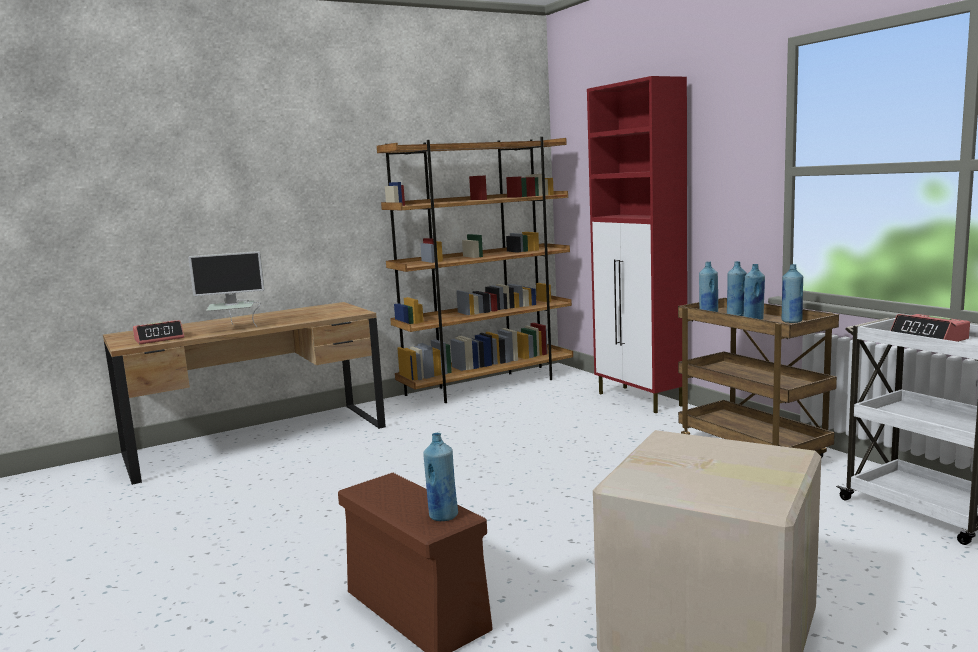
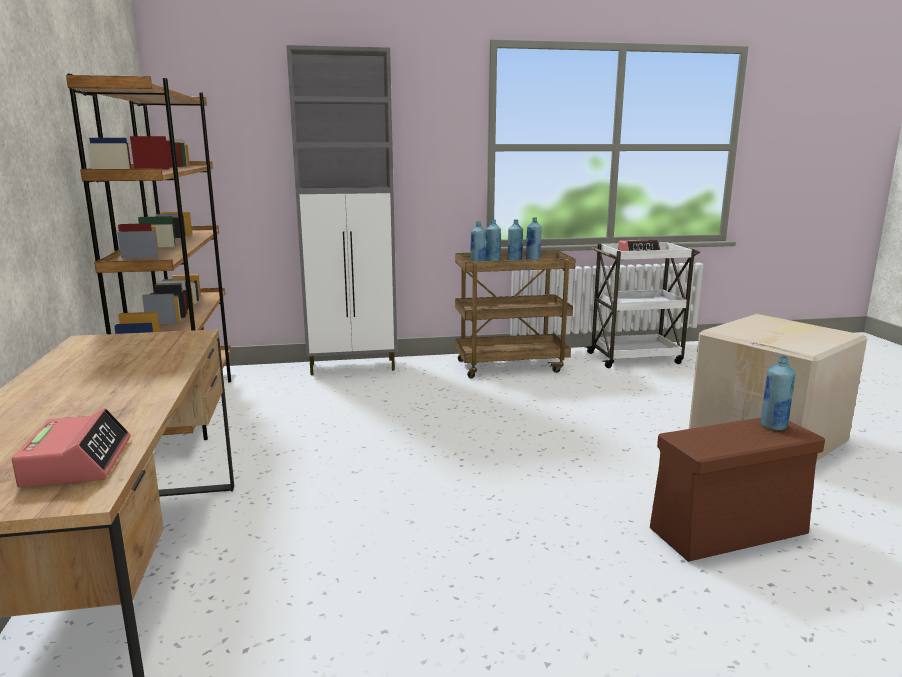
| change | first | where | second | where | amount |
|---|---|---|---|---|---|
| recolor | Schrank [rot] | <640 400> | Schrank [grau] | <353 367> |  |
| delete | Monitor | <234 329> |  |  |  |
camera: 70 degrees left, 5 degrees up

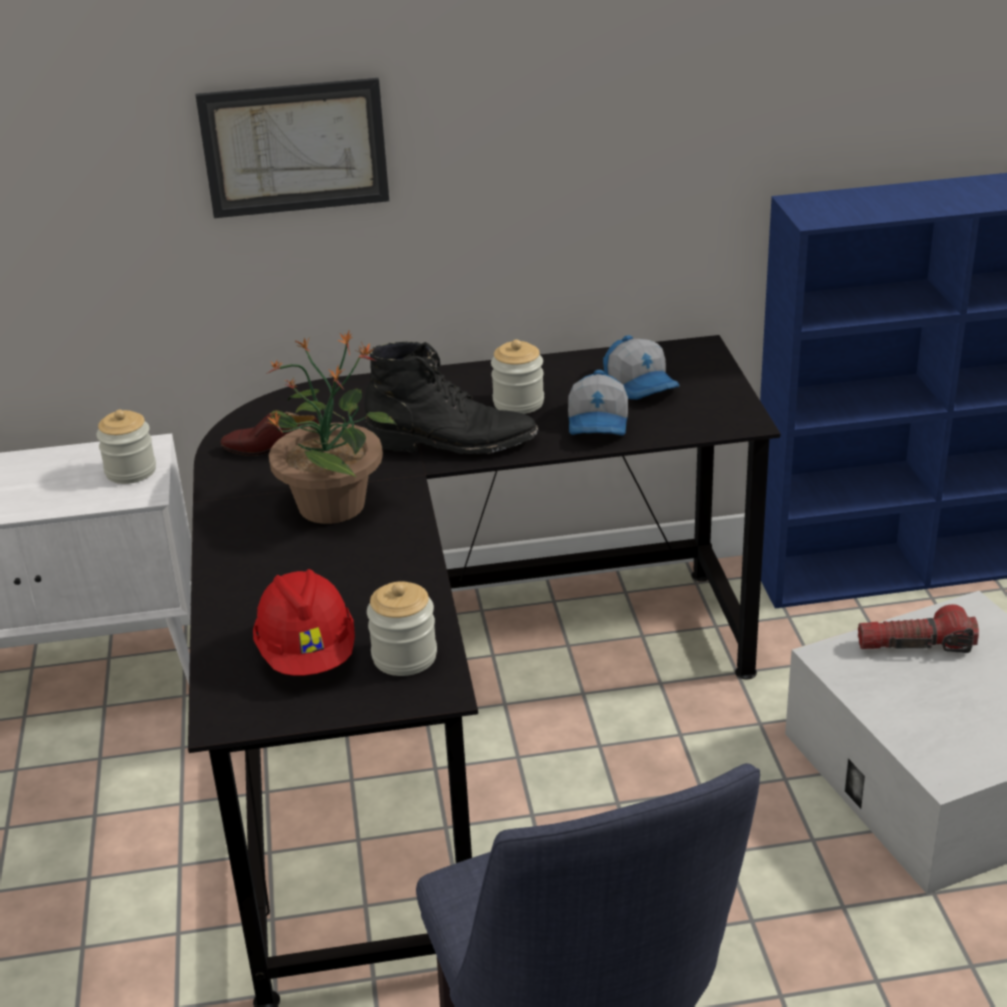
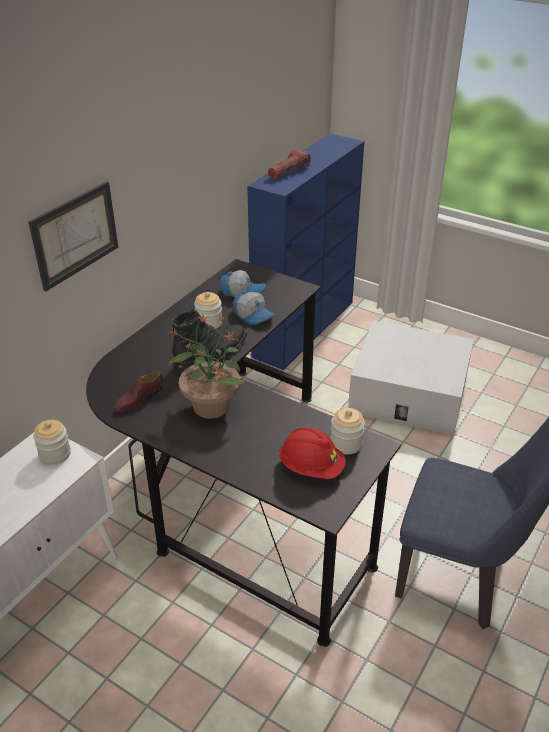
| change | first | where | second | where | amount |
|---|---|---|---|---|---|
| move | Taschenlampe | <915 645> |  | <288 171> |  |
camera: 50 degrees left, 5 degrees up

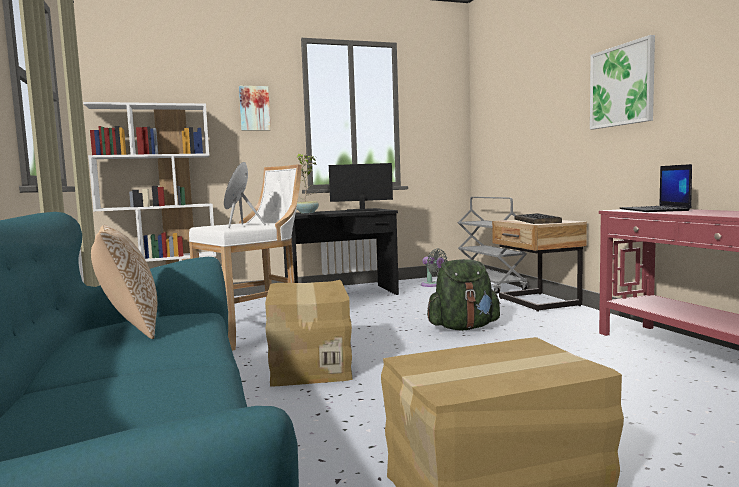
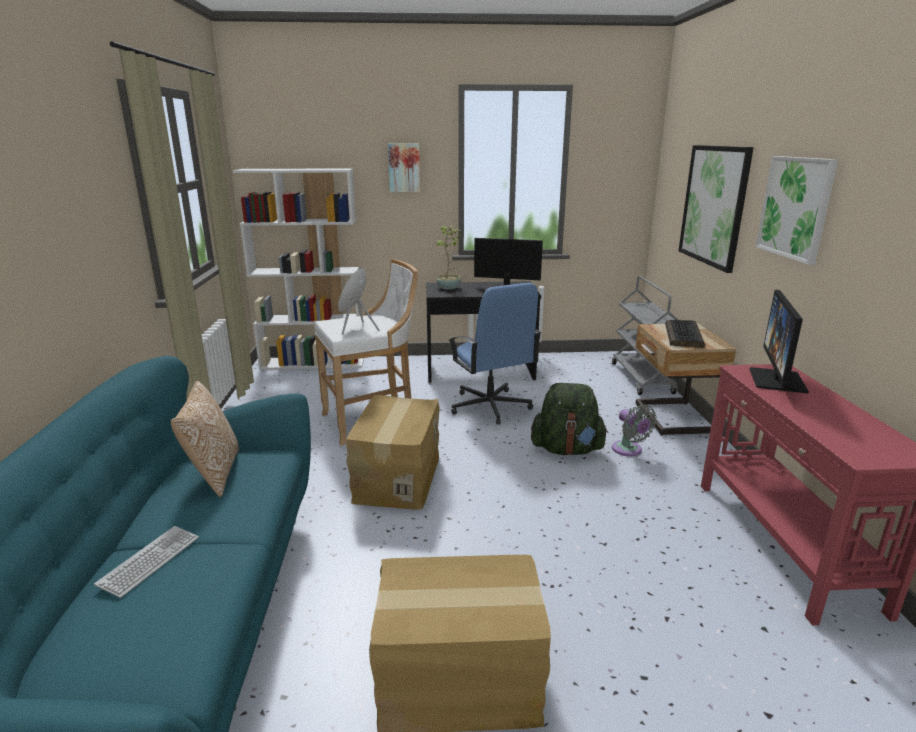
| change | first | where | second | where | amount |
|---|---|---|---|---|---|
| replace | Laptop | <655 210> | Monitor | <777 380> |  |
| move | Ventilator [grau] | <432 285> |  | <629 450> |  |
| insert |  |  | Bild | <714 205> |  |
| insert |  |  | Bürostuhl [blau] | <490 407> |  |
| insert |  |  | Tastatur | <150 561> |  |
camera: 15 degrees right, 15 degrees up

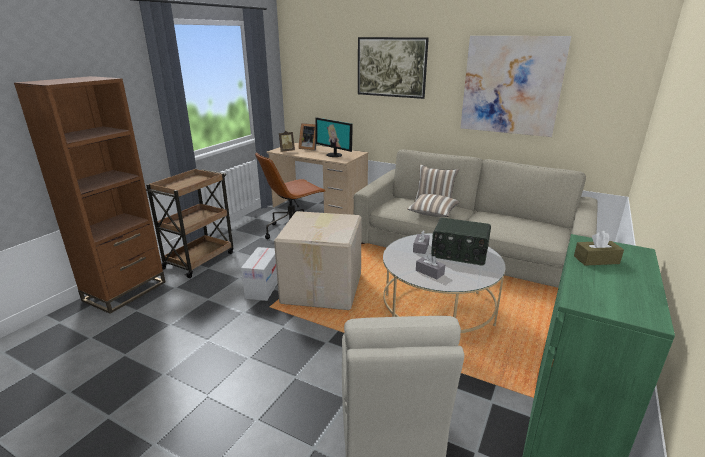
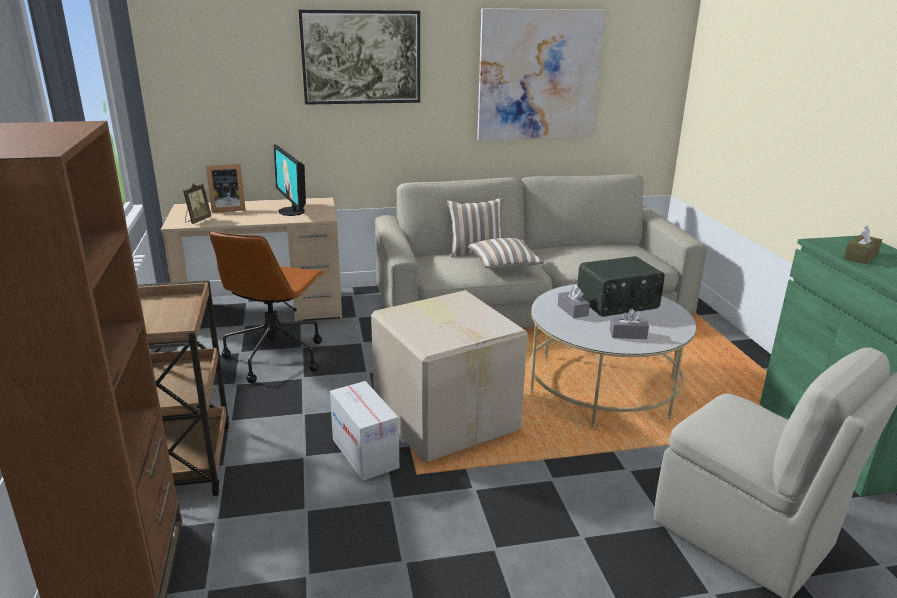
| change | first | where | second | where | amount |
|---|---|---|---|---|---|
| rotate | Monitor | <334 155> |  | <292 211> | 60 degrees clockwise |
camera: 40 degrees left, 0 degrees up

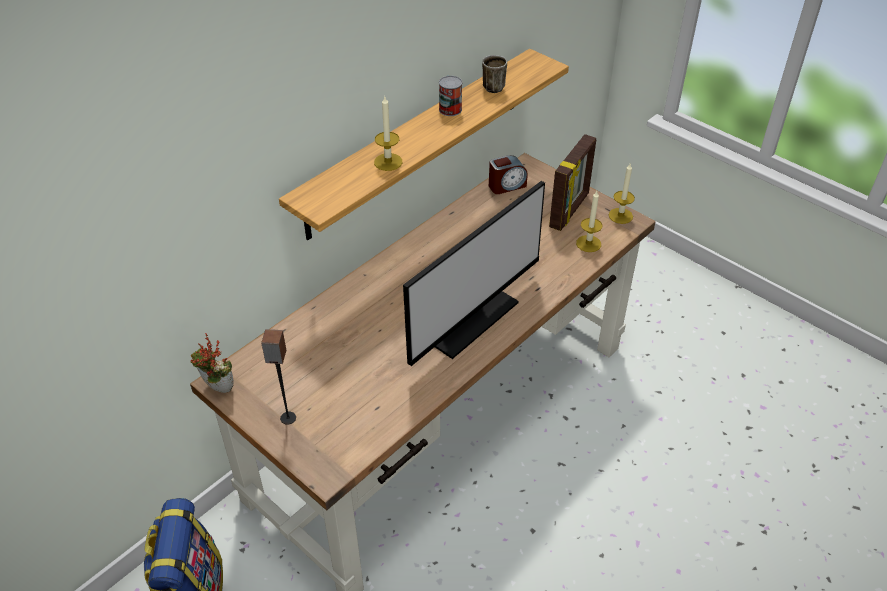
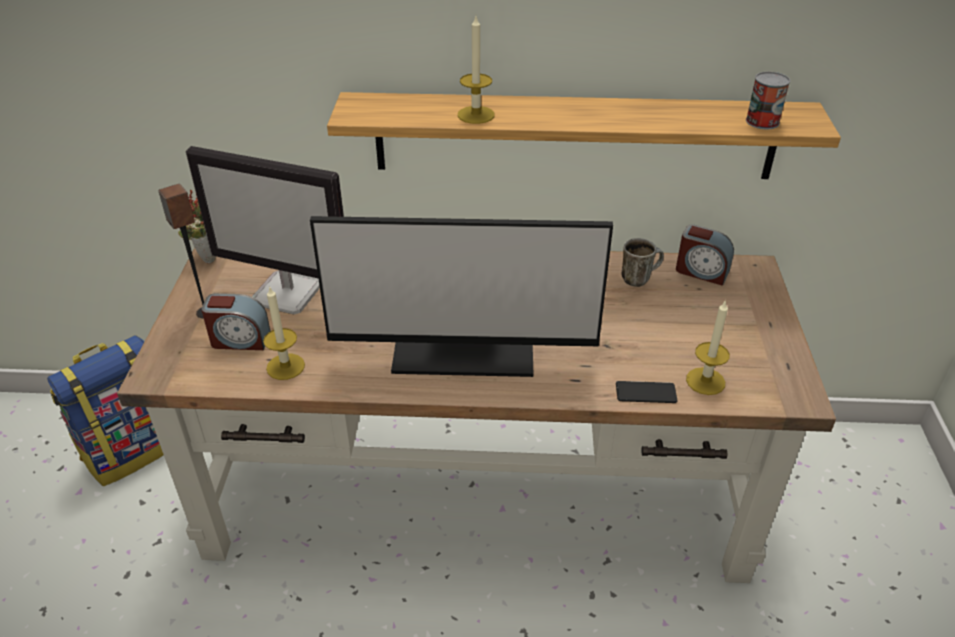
| change | first | where | second | where | amount |
|---|---|---|---|---|---|
| move | Henkelbecher | <494 86> |  | <639 278> |  |
| move | Dose | <450 109> |  | <762 121> |  |
| delete | Bilderrahmen | <570 211> |  |  |  |
| move | Kerze | <620 216> |  | <285 366> |  |
| insert |  |  | Monitor | <288 293> |  |
| insert |  |  | Wecker | <240 340> |  |
| insert |  |  | Handy | <646 393> |  |
camera: 50 degrees right, 5 degrees down

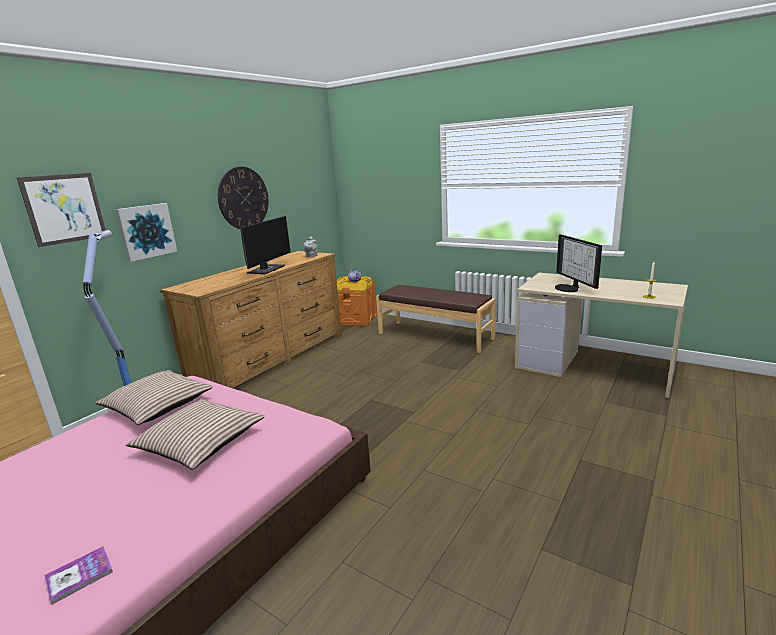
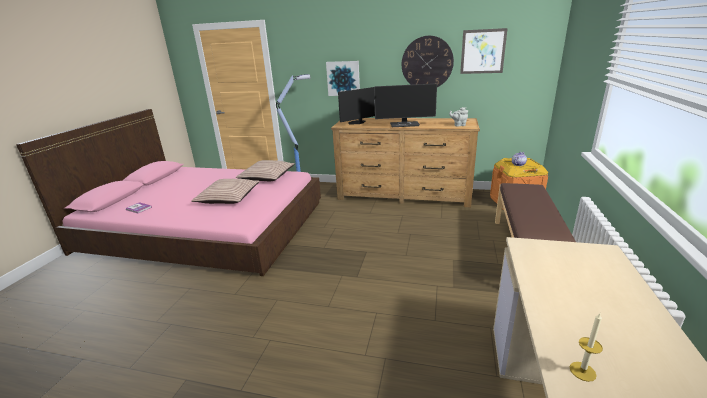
| change | first | where | second | where | amount |
|---|---|---|---|---|---|
| move | Bild | <64 208> |  | <483 51> |  |
| move | Monitor | <569 288> |  | <357 123> |  |
camera: 70 degrees right, 5 degrees up

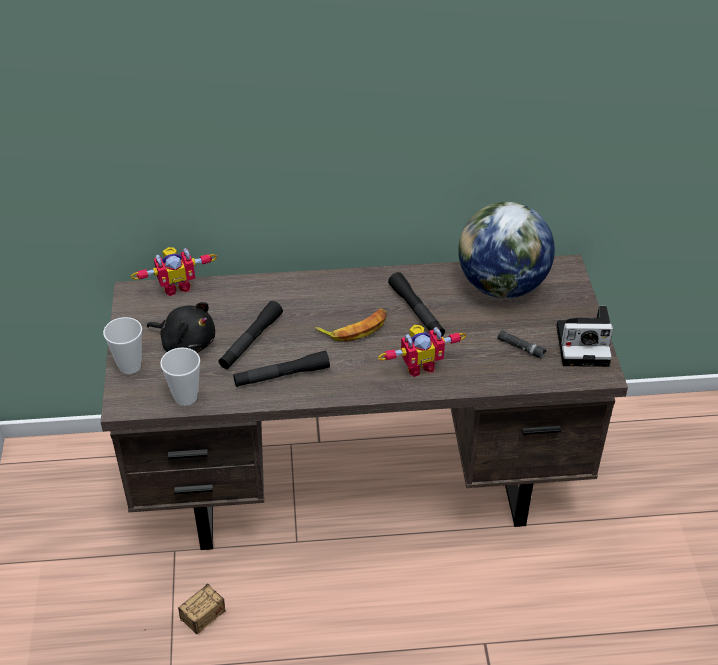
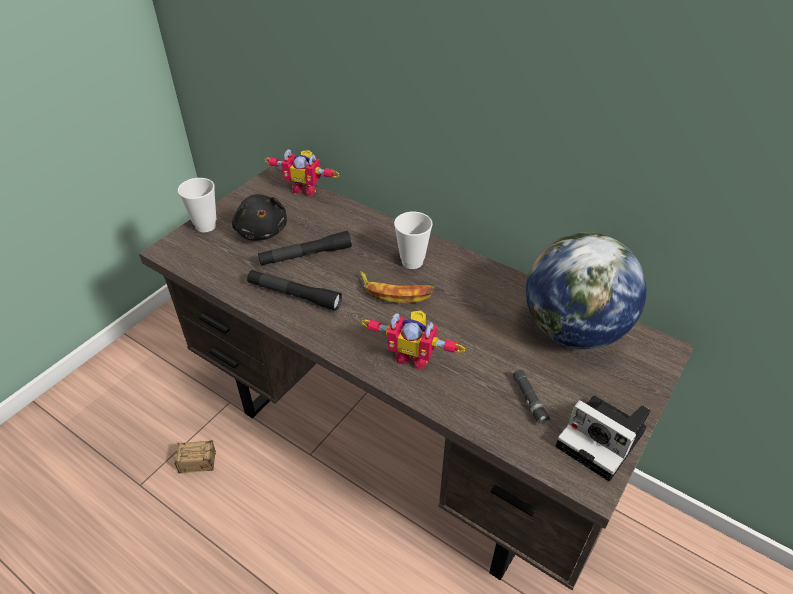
| change | first | where | second | where | amount |
|---|---|---|---|---|---|
| delete | Taschenlampe [schwarz] | <416 311> |  |  |  |
| move | Tasse | <185 397> |  | <412 262> |  |
camera: 40 degrees right, 0 degrees up

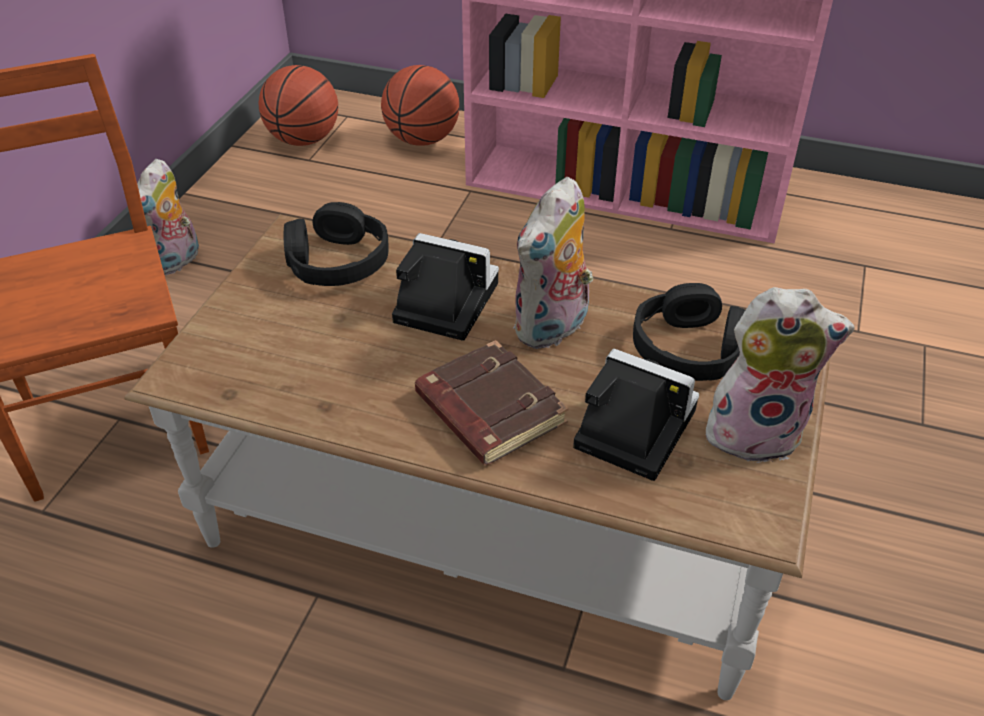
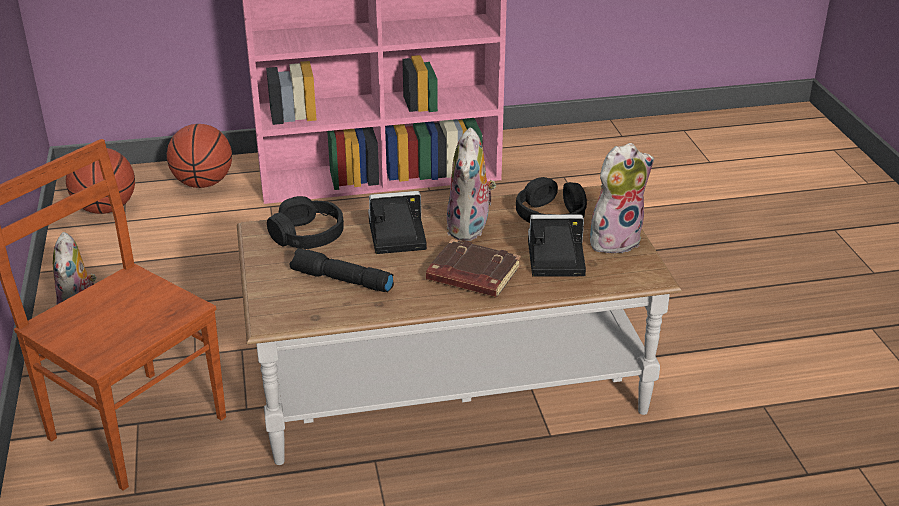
| change | first | where | second | where | amount |
|---|---|---|---|---|---|
| insert |  |  | Taschenlampe [schwarz] | <341 281> |  |
camera: 30 degrees left, 10 degrees down

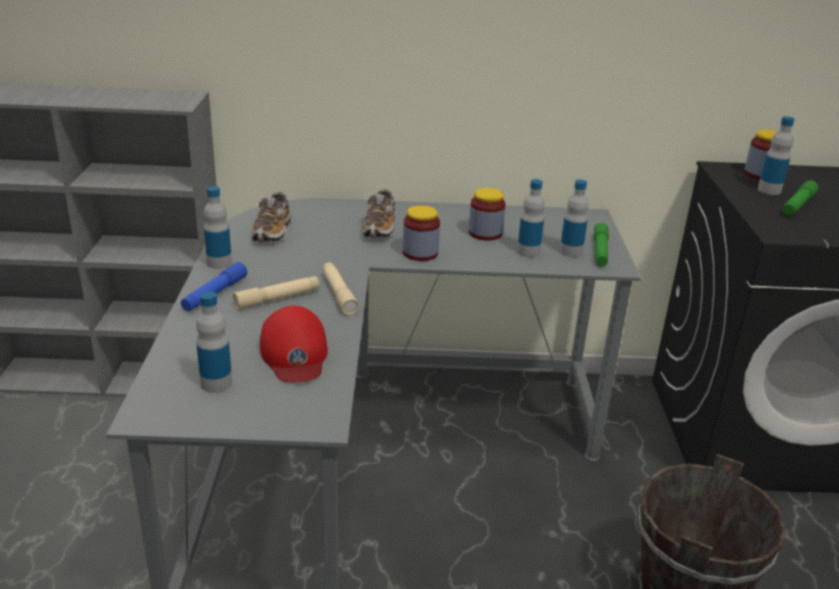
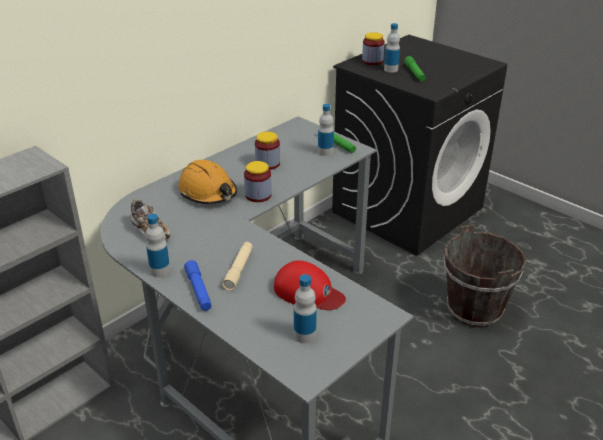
| change | first | where | second | where | amount |
|---|---|---|---|---|---|
| delete | Flasche | <528 252> |  |  |  |
| replace | Schuh | <380 228> | Schutzhelm [orange] | <208 192> |  |
| delete | Taschenlampe [beige] | <338 294> |  |  |  |
camera: 45 degrees left, 5 degrees up

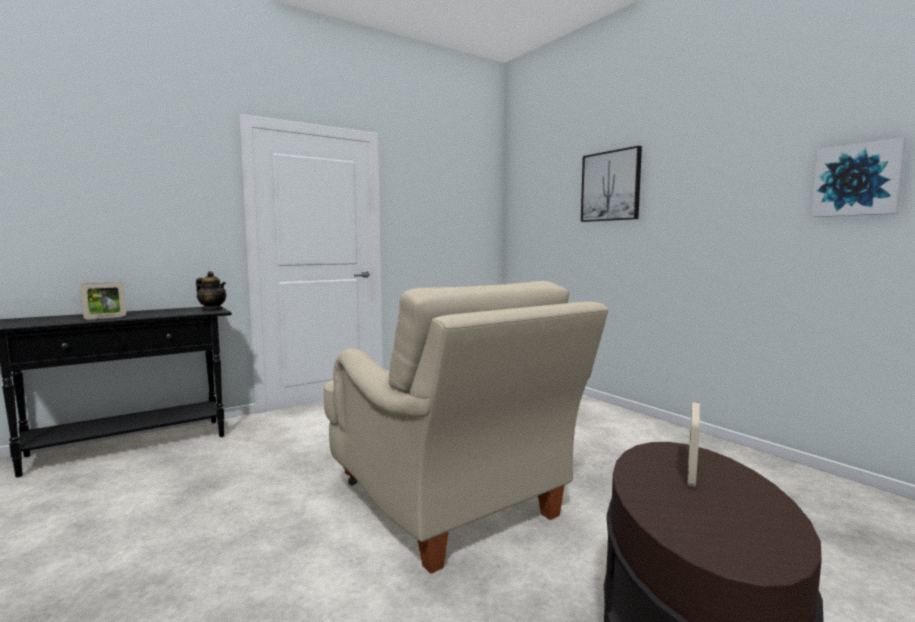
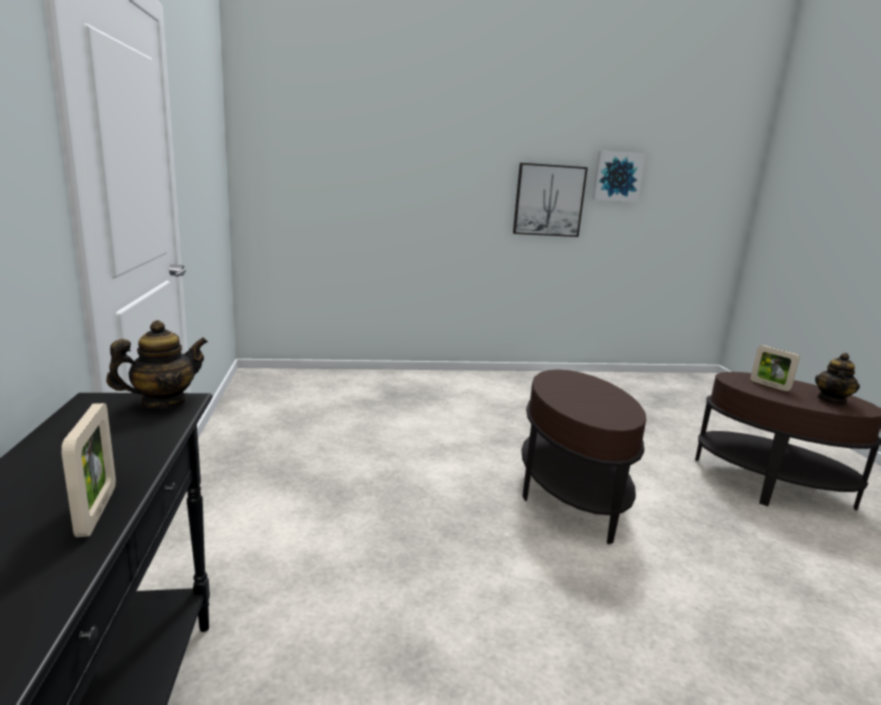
| change | first | where | second | where | amount |
|---|---|---|---|---|---|
| move | Bild | <611 186> |  | <549 200> |  |
| replace | Sessel [beige] | <452 506> | Beistelltisch [braun] | <571 497> |  |
| insert |  |  | Teekanne | <832 400> |  |
camera: 65 degrees left, 10 degrees up

